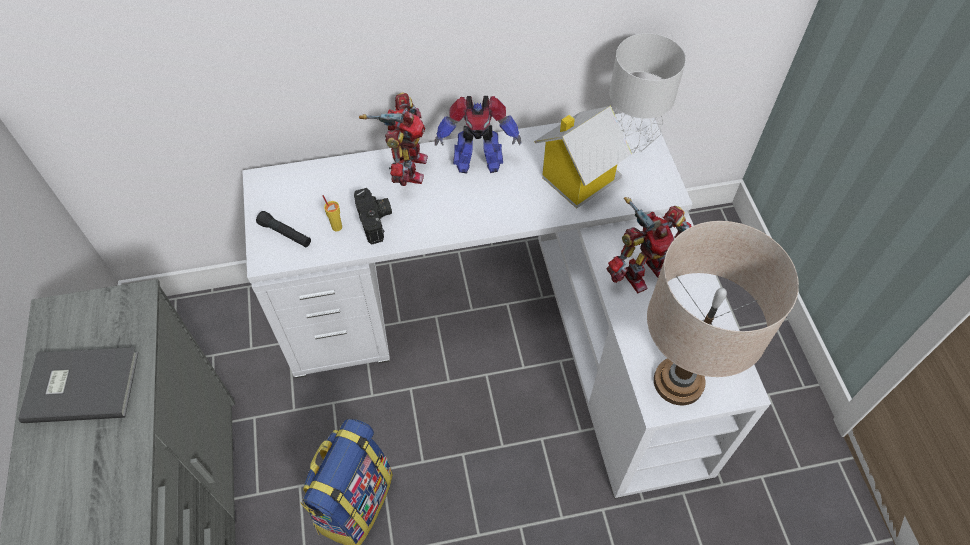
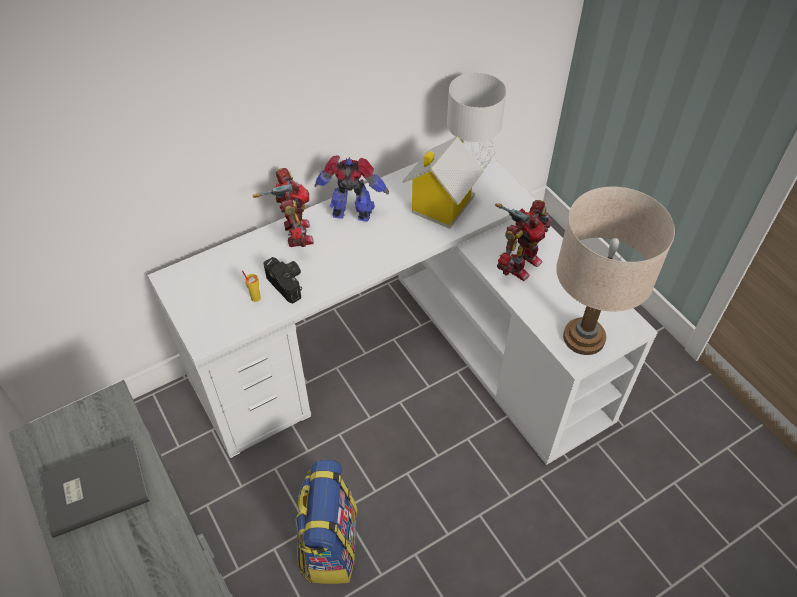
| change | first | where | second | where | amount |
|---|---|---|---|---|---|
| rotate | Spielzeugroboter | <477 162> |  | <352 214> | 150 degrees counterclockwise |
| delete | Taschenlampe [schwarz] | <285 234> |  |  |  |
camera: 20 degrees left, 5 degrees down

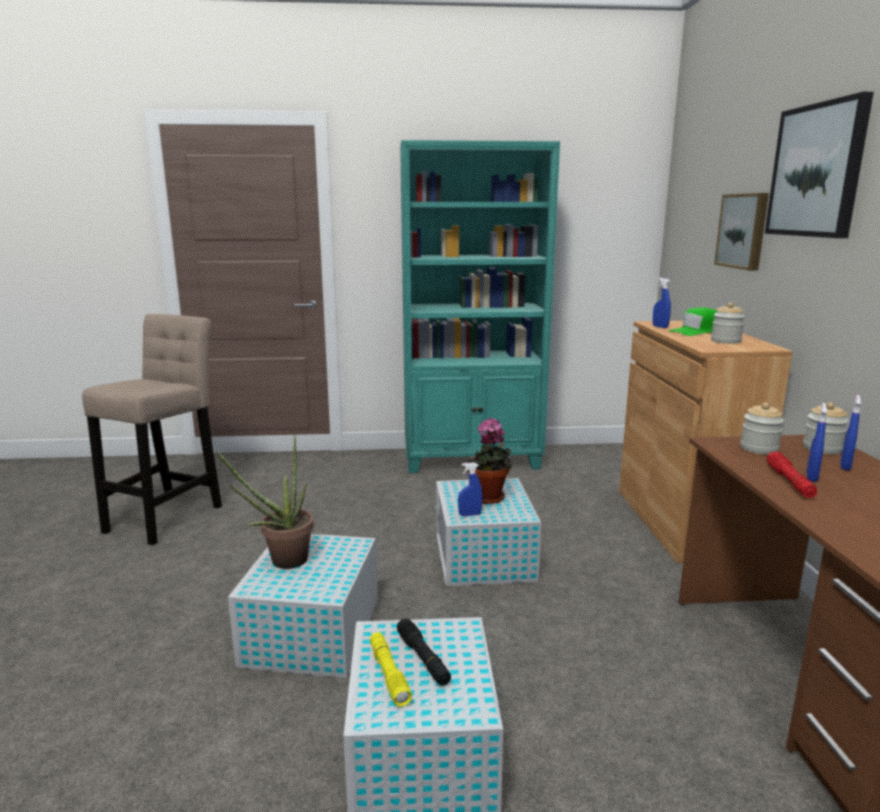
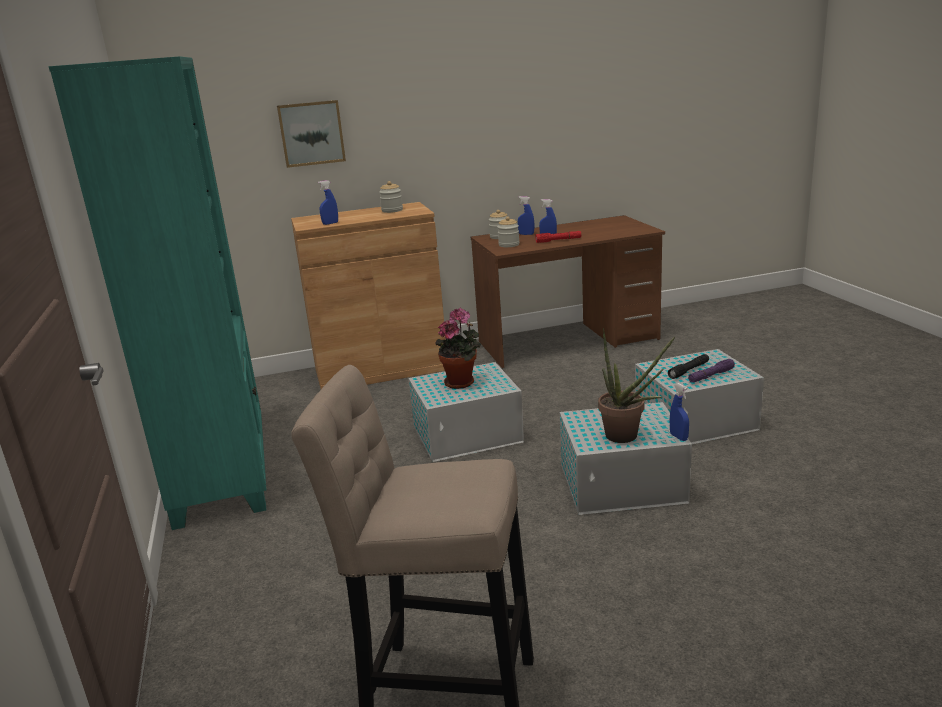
| change | first | where | second | where | amount |
|---|---|---|---|---|---|
| delete | Bild | <817 171> |  |  |  |
| delete | Kappe [grün] | <696 331> |  |  |  |
| move | Sprühflasche [blau] | <470 514> |  | <678 437> |  |
| recolor | Taschenlampe [gelb] | <388 674> | Taschenlampe [lila] | <711 376> |  |
camera: 100 degrees left, 5 degrees up

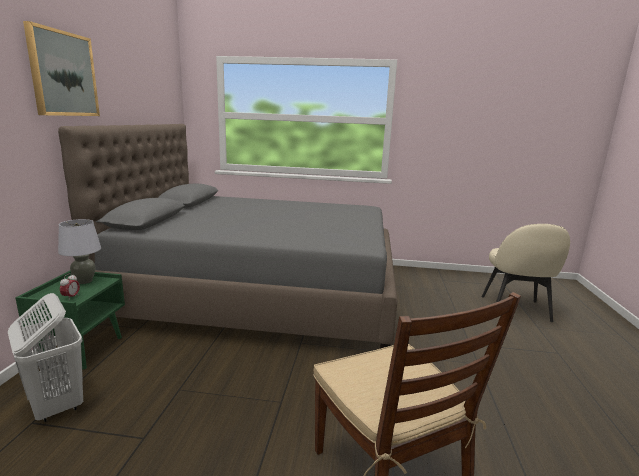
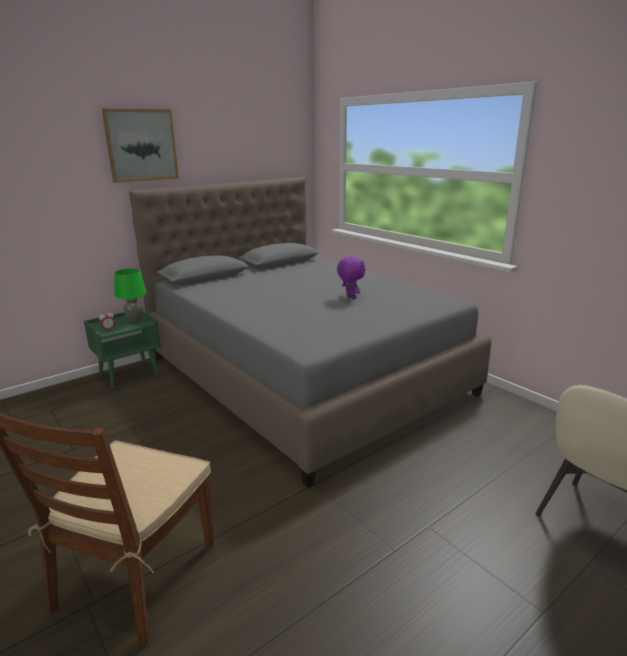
| change | first | where | second | where | amount |
|---|---|---|---|---|---|
| recolor | Tischlampe [grau] | <84 281> | Tischlampe [grün] | <134 320> |  |
| delete | Wäschekorb [weiß] | <57 405> |  |  |  |
| insert |  |  | Plüschtier [lila] | <350 298> |  |
camera: 45 degrees right, 5 degrees up

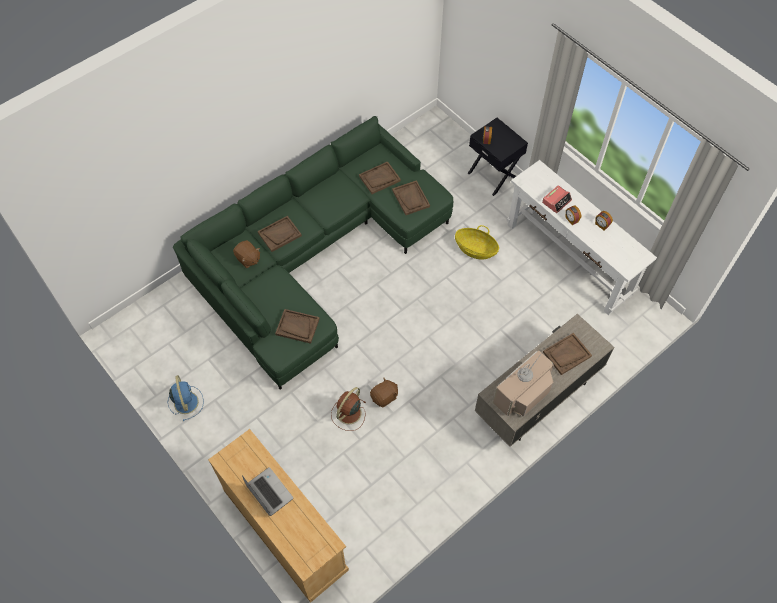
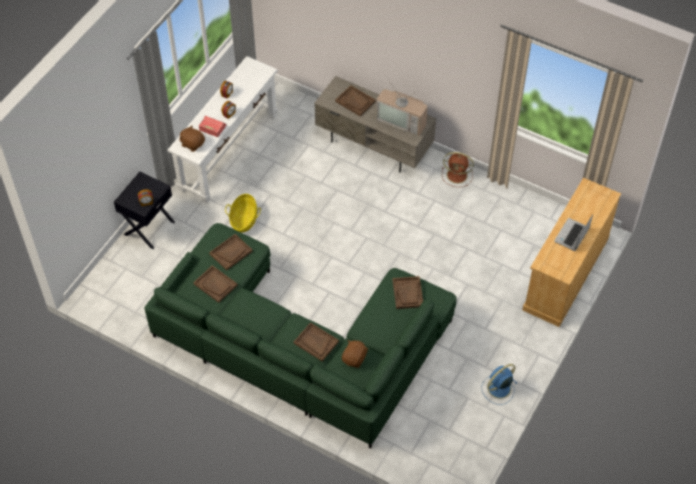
| change | first | where | second | where | amount |
|---|---|---|---|---|---|
| move | Plüschtier [braun] | <384 397> |  | <192 144> |  |
| move | Ventilator [braun] | <348 414> |  | <458 175> |  |
camera: 110 degrees left, 5 degrees down

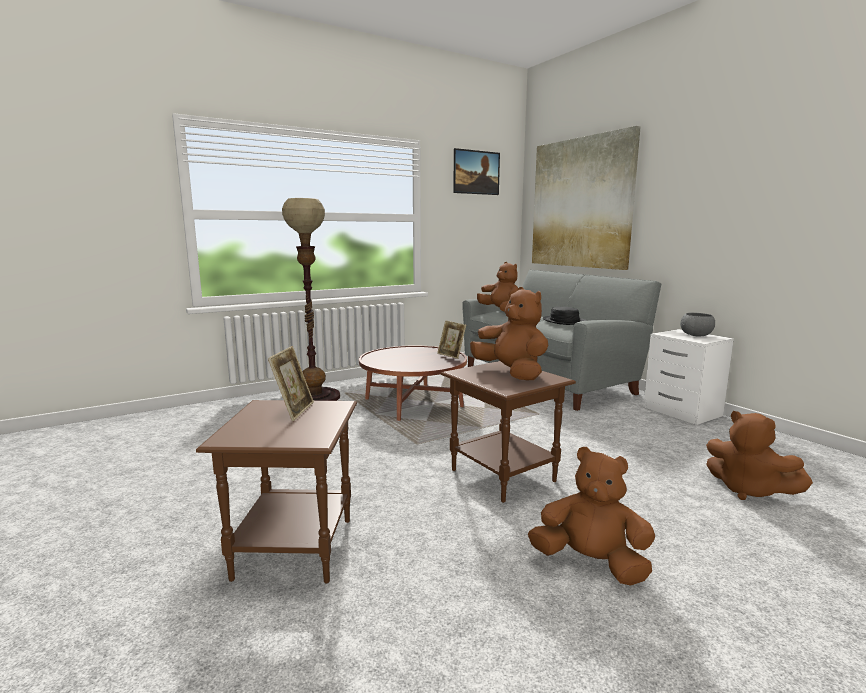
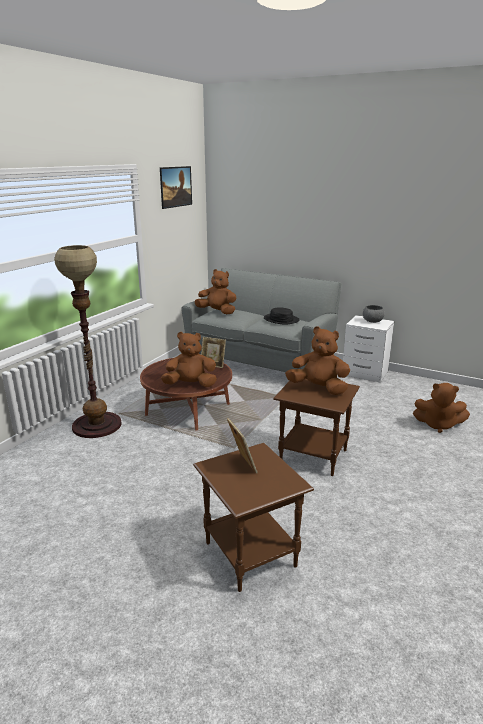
| change | first | where | second | where | amount |
|---|---|---|---|---|---|
| delete | Bild | <581 203> |  |  |  |
| move | Plüschtier [braun] | <590 563> |  | <190 385> |  |
camera: 30 degrees left, 10 degrees up

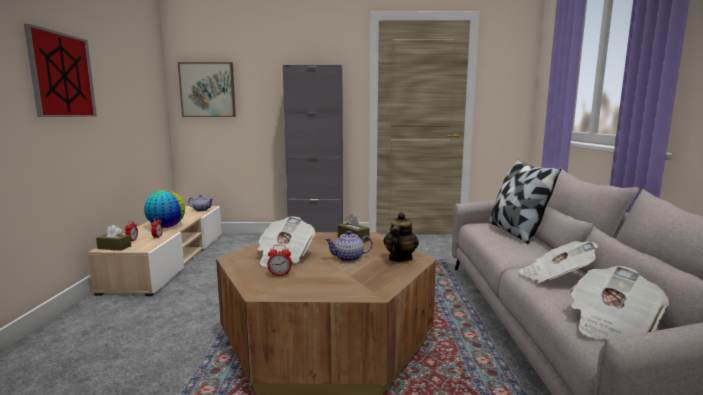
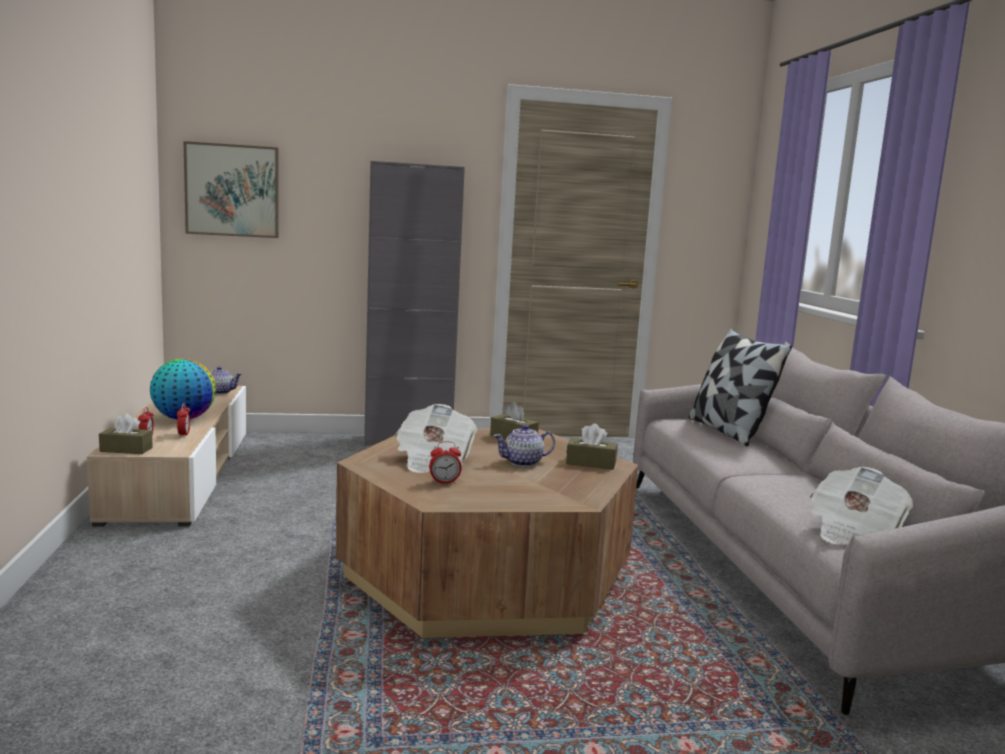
| change | first | where | second | where | amount |
|---|---|---|---|---|---|
| delete | Bild | <62 75> |  |  |  |
| replace | Teekanne | <400 258> | Taschentuchbox [braun] | <591 463> |  |
| delete | Zeitung | <555 278> |  |  |  |
camera: 10 degrees left, 0 degrees up

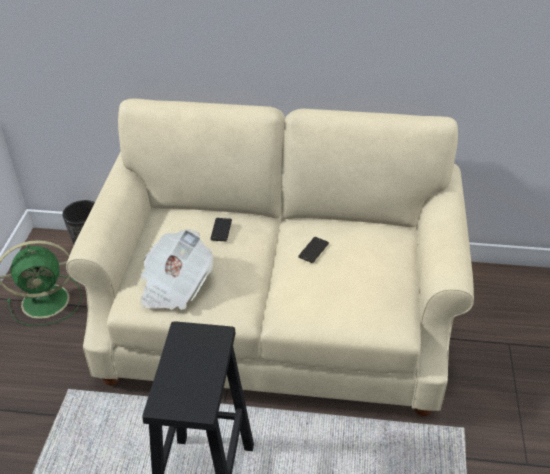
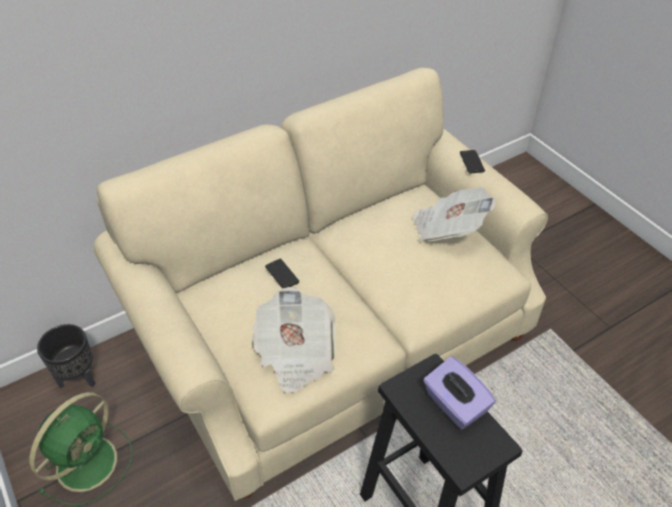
| change | first | where | second | where | amount |
|---|---|---|---|---|---|
| move | Handy | <313 250> |  | <472 162> |  |
| insert |  |  | Zeitung | <448 228> |  |
| insert |  |  | Taschentuchbox [lila] | <454 405> |  |
camera: 40 degrees left, 5 degrees up

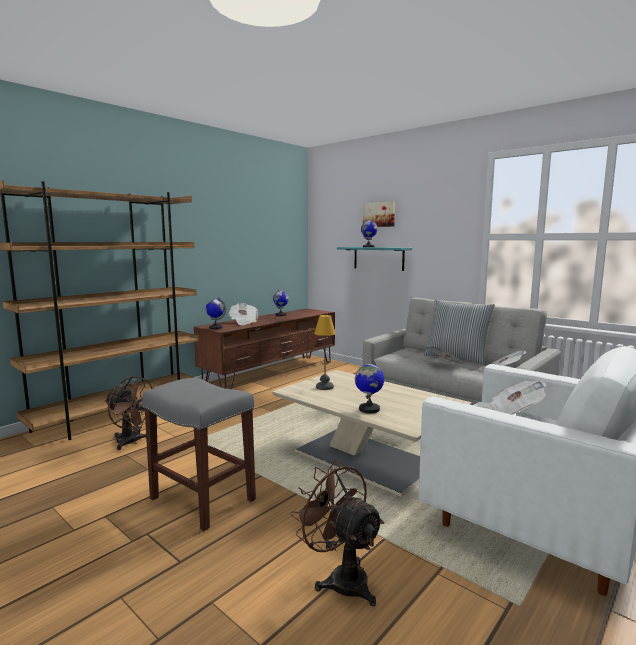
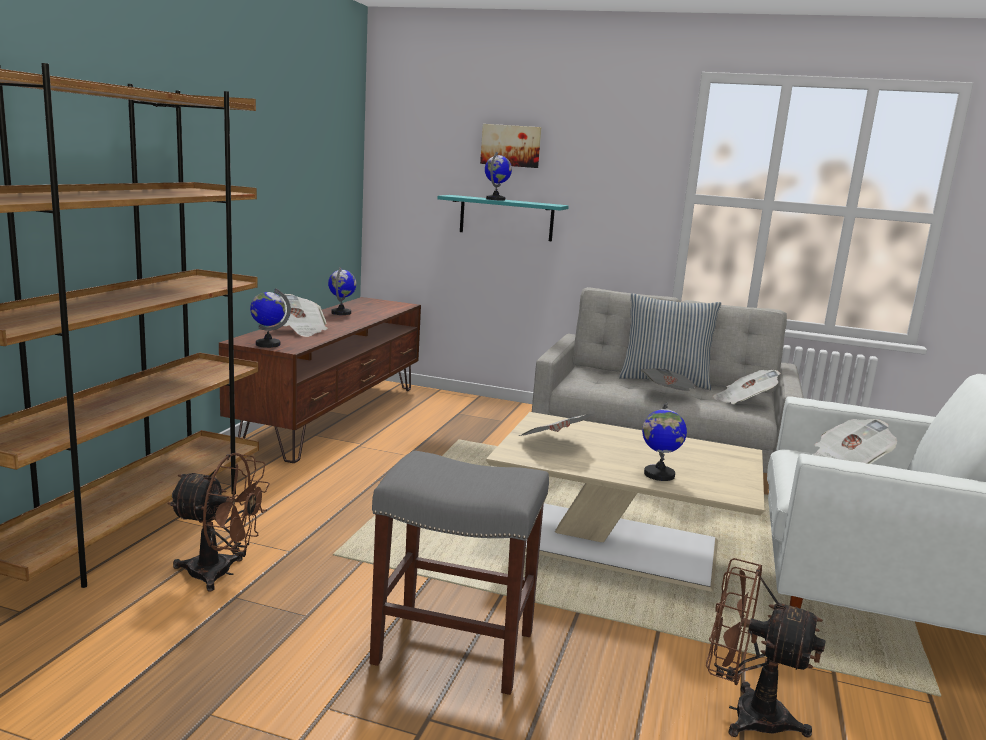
| change | first | where | second | where | amount |
|---|---|---|---|---|---|
| replace | Tischlampe | <324 387> | Zeitung | <552 443> |  |
camera: 25 degrees left, 5 degrees up

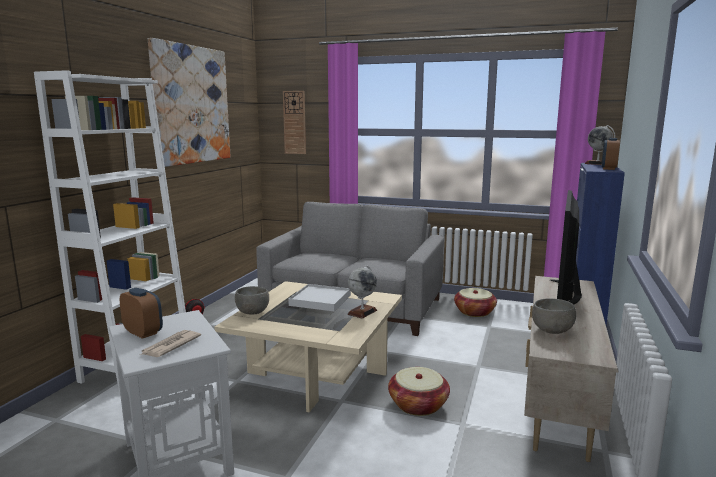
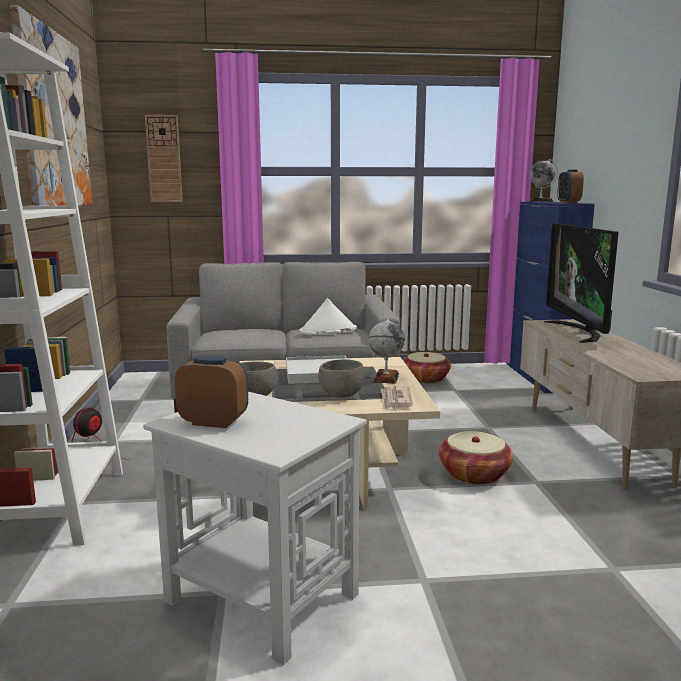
| change | first | where | second | where | amount |
|---|---|---|---|---|---|
| move | Schüssel [grau] | <551 330> |  | <341 395> |  |
| move | Zeitung | <170 346> |  | <396 400> |  |
| insert |  |  | Hut [weiß] | <328 330> |  |
camera: 25 degrees left, 0 degrees up

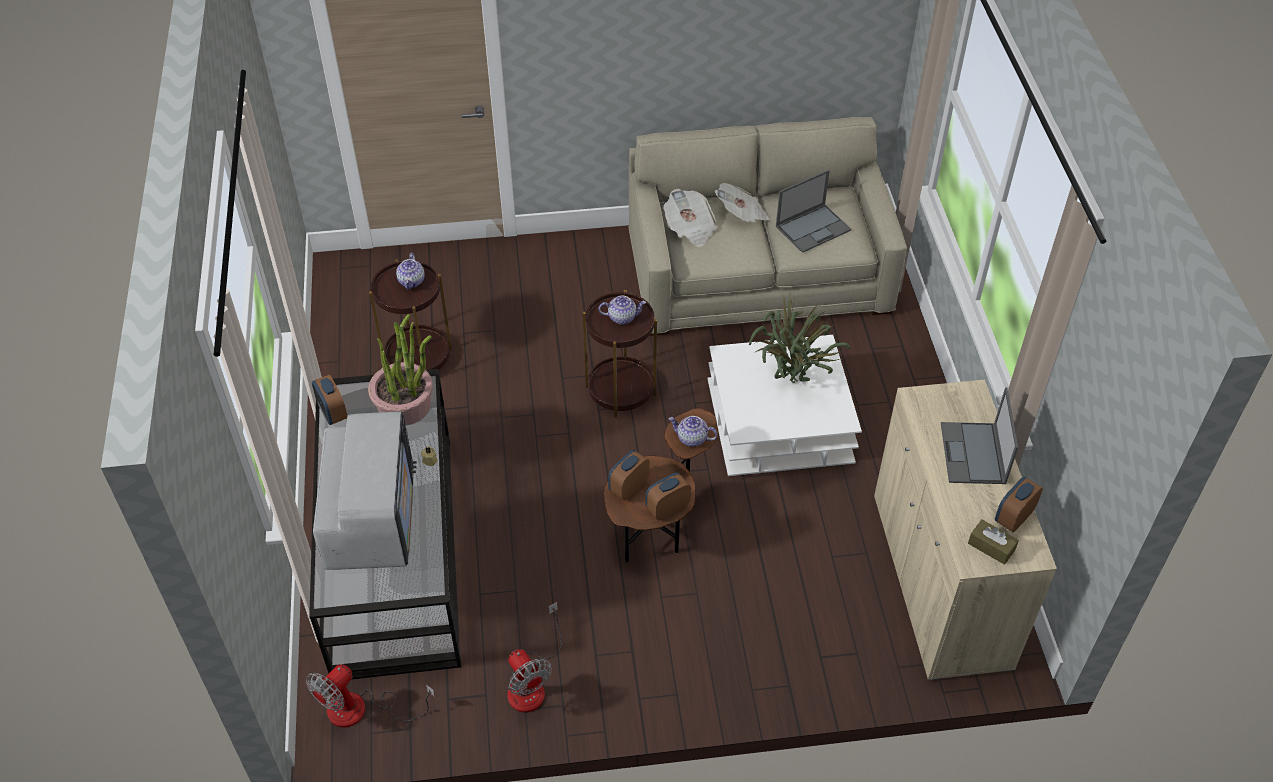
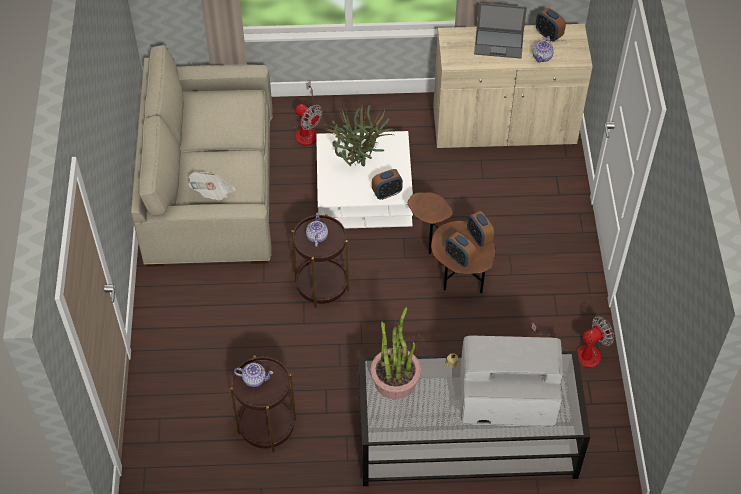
| change | first | where | second | where | amount |
|---|---|---|---|---|---|
| delete | Laptop | <813 228> |  |  |  |
| delete | Zeitung | <741 215> |  |  |  |
| move | Wecker | <333 413> |  | <387 193> |  |
| move | Teekanne | <691 438> |  | <542 57> |  |
| delete | Taschentuchbox [braun] | <991 547> |  |  |  |
| move | Ventilator | <361 710> |  | <307 130> |  |
camera: 85 degrees left, 5 degrees up

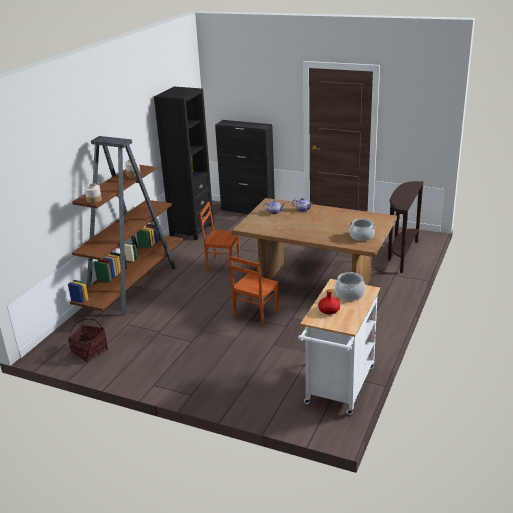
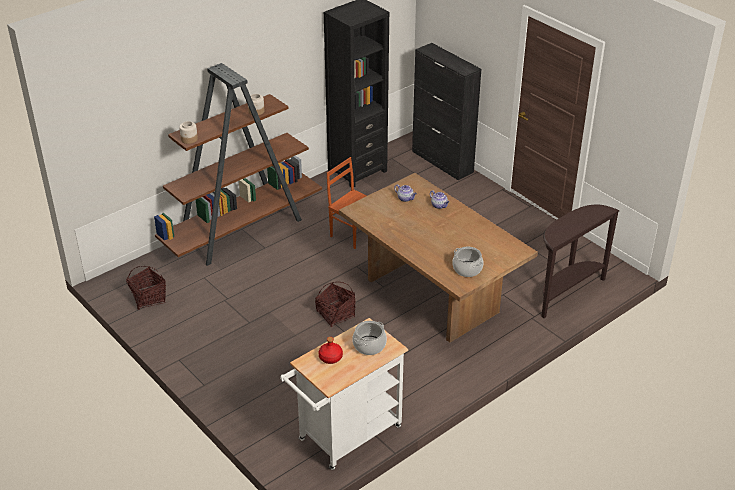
| change | first | where | second | where | amount |
|---|---|---|---|---|---|
| replace | Stuhl [braun] | <255 315> | Korb | <335 314> |  |
camera: 25 degrees right, 10 degrees up

